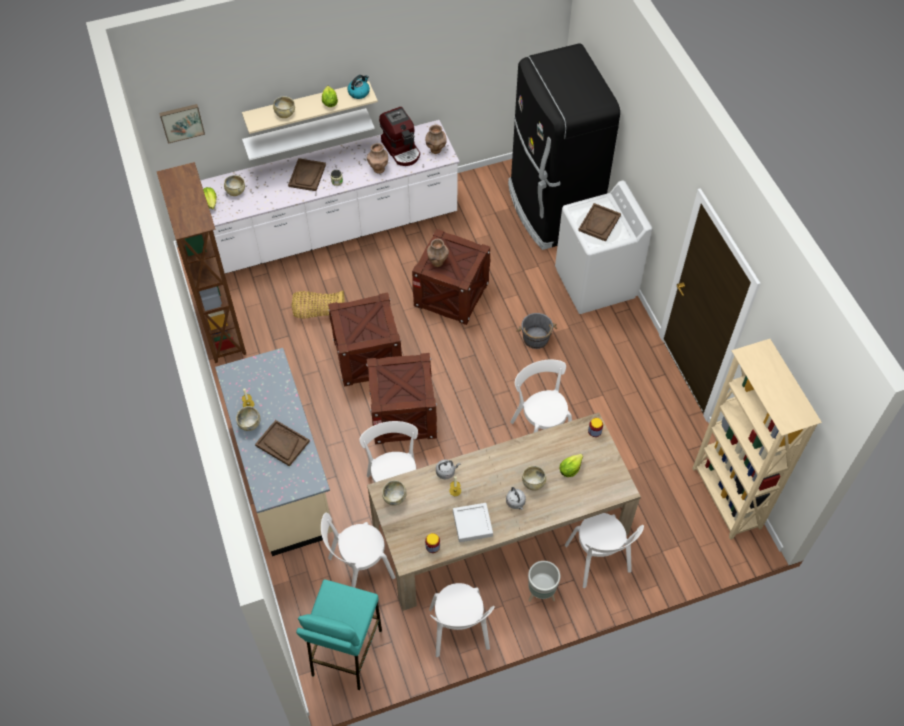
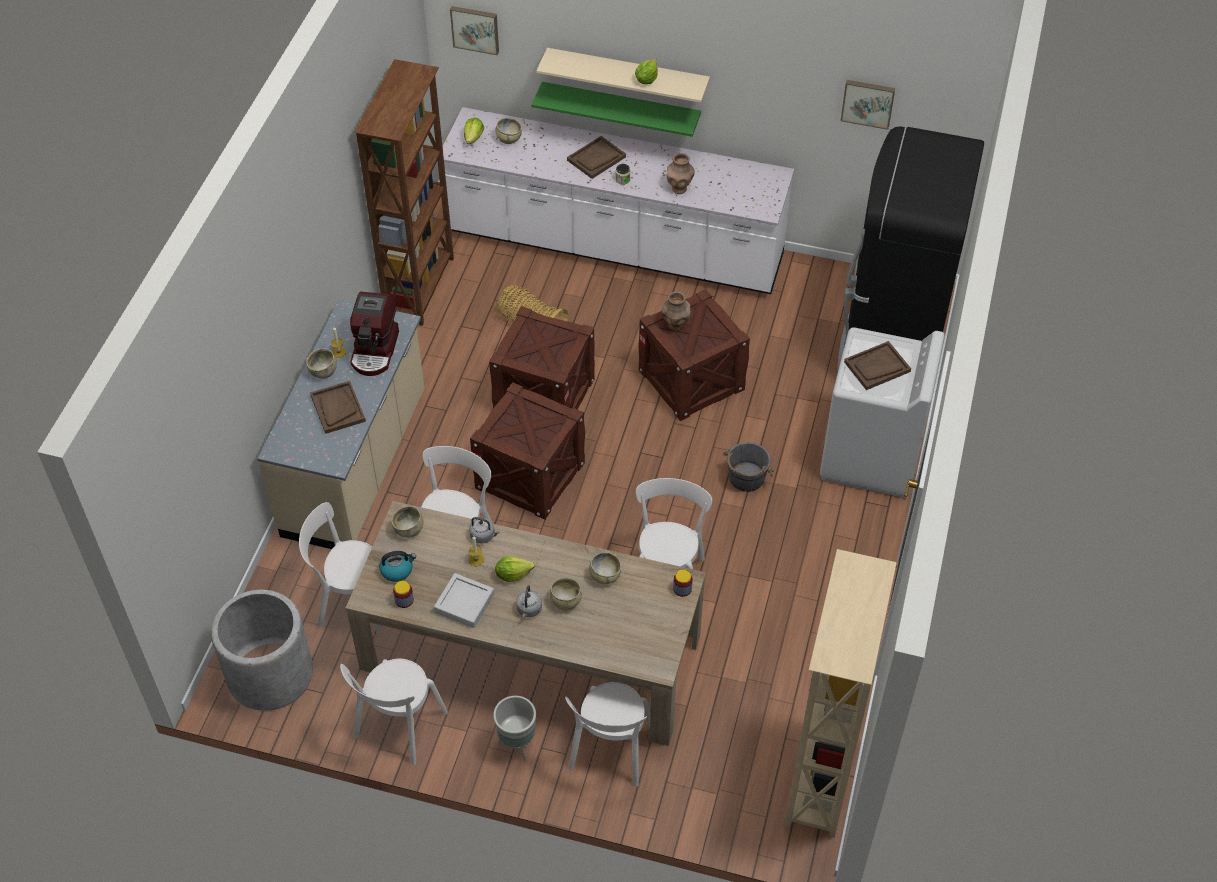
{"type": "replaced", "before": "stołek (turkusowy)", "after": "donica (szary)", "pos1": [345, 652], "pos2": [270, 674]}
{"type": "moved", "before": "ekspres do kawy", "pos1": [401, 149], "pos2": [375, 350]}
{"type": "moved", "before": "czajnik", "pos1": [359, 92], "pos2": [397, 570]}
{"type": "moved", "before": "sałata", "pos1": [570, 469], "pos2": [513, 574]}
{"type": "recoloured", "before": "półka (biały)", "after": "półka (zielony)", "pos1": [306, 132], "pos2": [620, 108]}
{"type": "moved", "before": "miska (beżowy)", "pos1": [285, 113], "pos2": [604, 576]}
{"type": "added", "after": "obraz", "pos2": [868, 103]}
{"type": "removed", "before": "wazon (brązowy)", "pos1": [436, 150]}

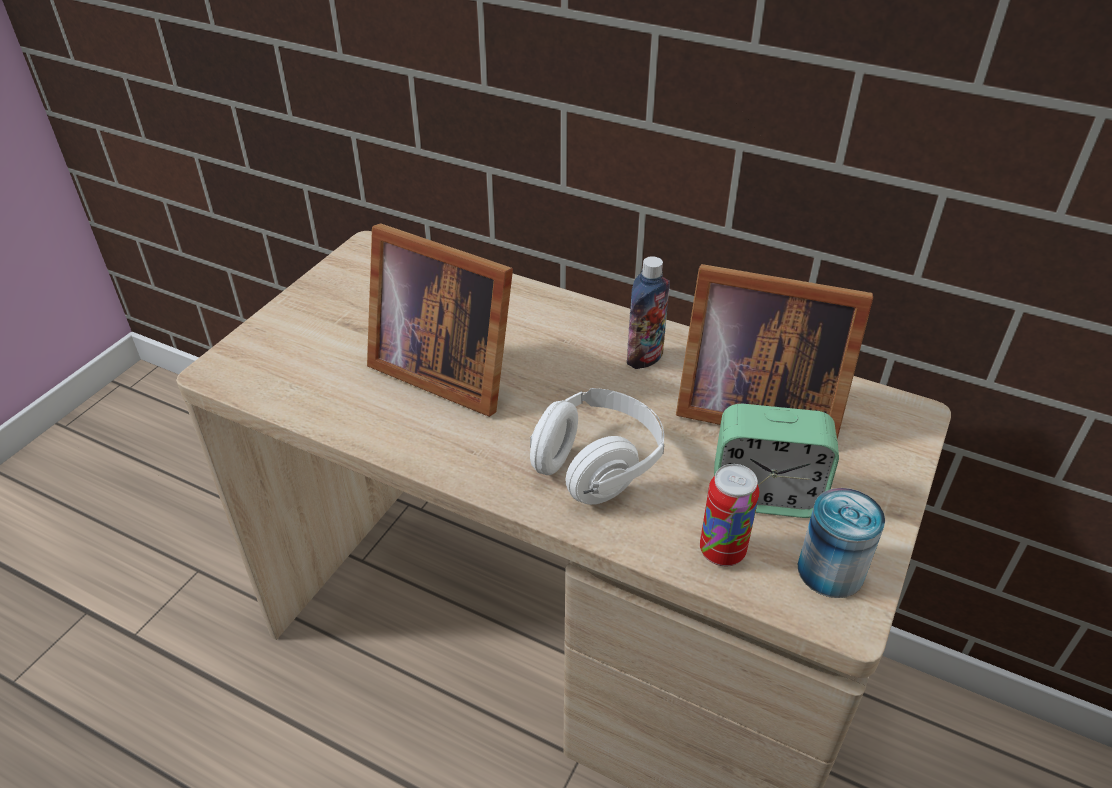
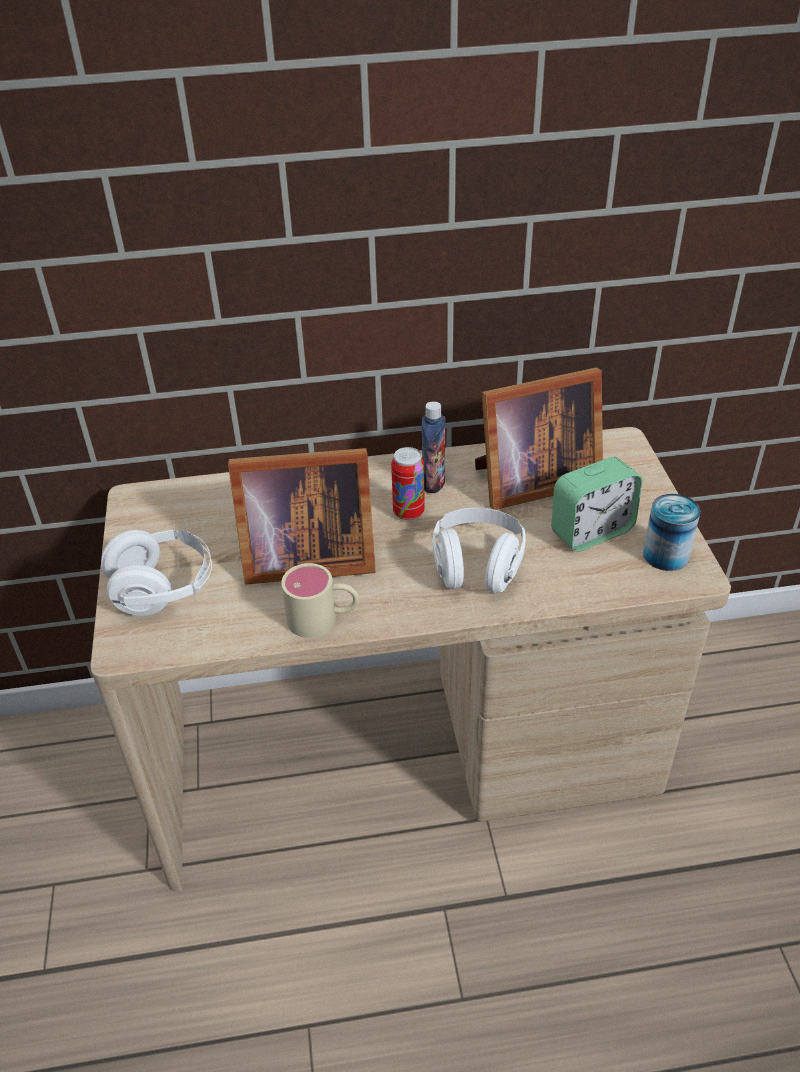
{"type": "added", "after": "słuchawki (biały)", "pos2": [163, 589]}
{"type": "added", "after": "kubek (beżowy)", "pos2": [323, 619]}
{"type": "moved", "before": "puszka", "pos1": [722, 551], "pos2": [408, 512]}

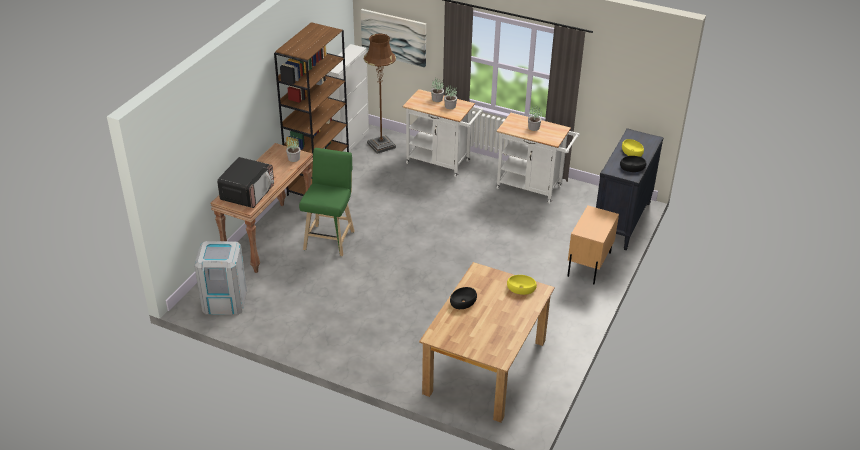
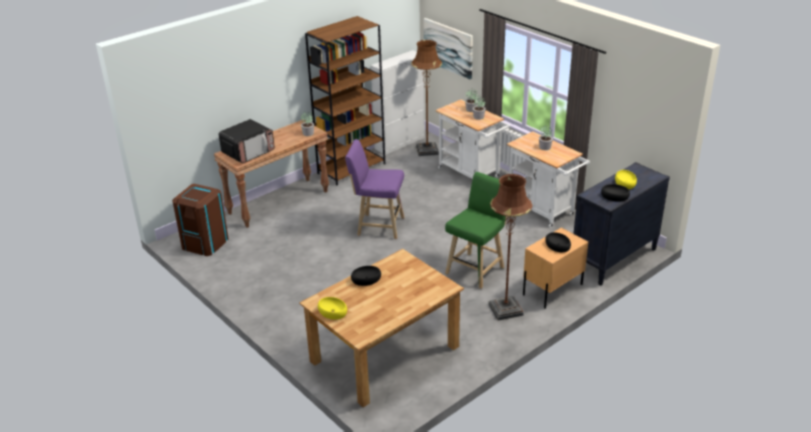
{"type": "recoloured", "before": "kosz na śmieci (szary)", "after": "kosz na śmieci (brązowy)", "pos1": [225, 301], "pos2": [205, 243]}
{"type": "moved", "before": "miska (żółty)", "pos1": [521, 288], "pos2": [332, 312]}
{"type": "added", "after": "stołek (fioletowy)", "pos2": [378, 226]}
{"type": "moved", "before": "stołek (zielony)", "pos1": [330, 238], "pos2": [476, 269]}
{"type": "added", "after": "lampa stojąca (brązowy)", "pos2": [505, 309]}
{"type": "added", "after": "miska (czarny)", "pos2": [558, 245]}

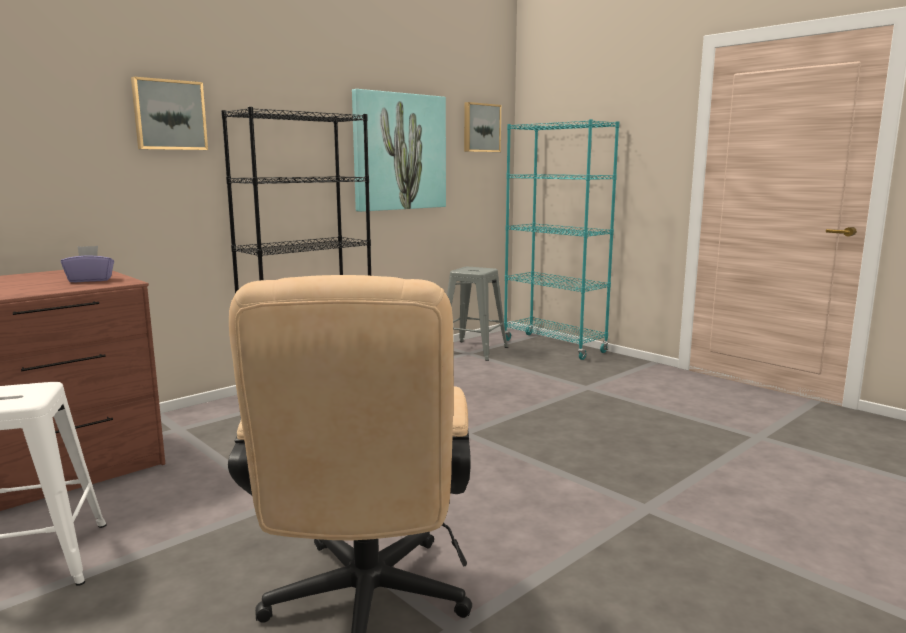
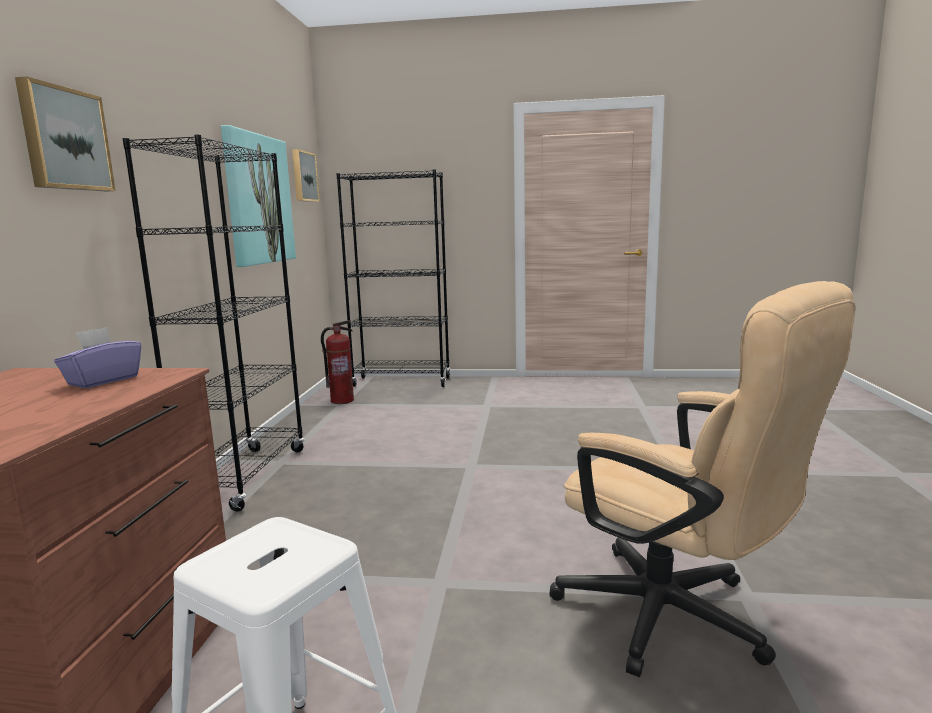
{"type": "replaced", "before": "stołek (szary)", "after": "gaśnica", "pos1": [474, 350], "pos2": [342, 401]}
{"type": "recoloured", "before": "regał (turkusowy)", "after": "regał (czarny)", "pos1": [554, 346], "pos2": [402, 382]}

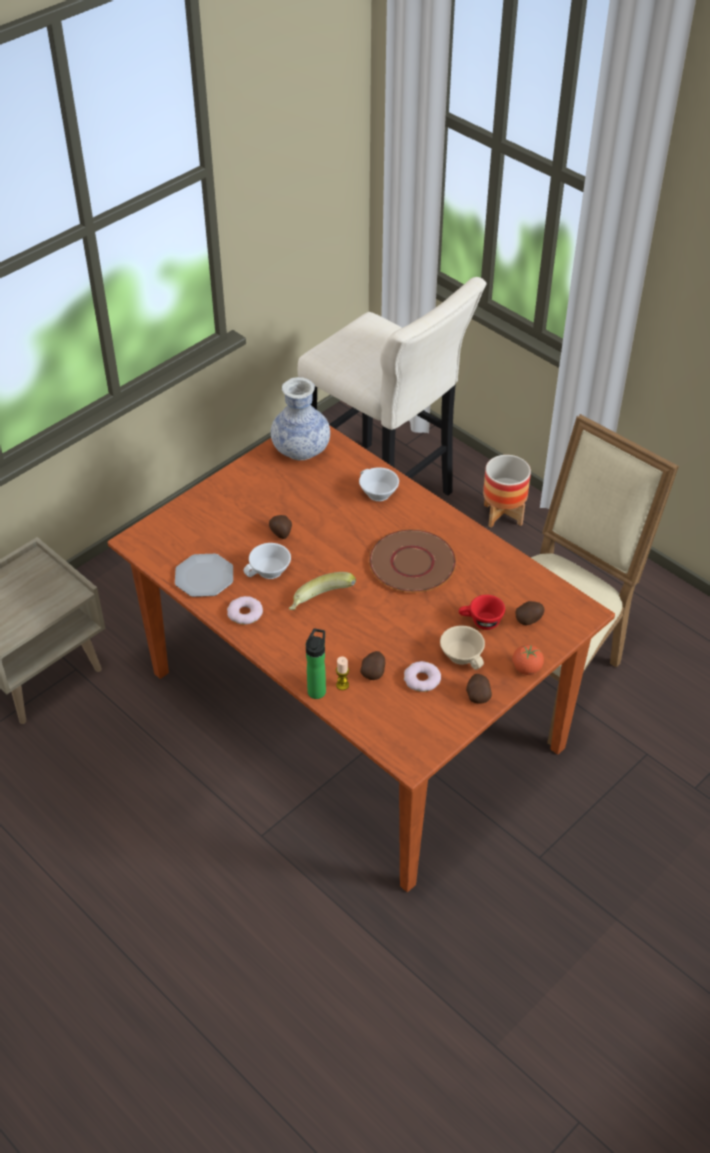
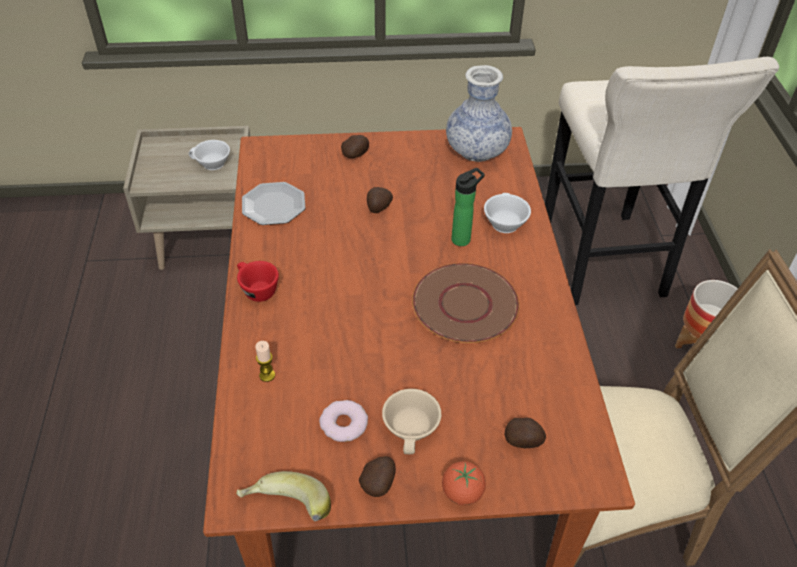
{"type": "moved", "before": "filiżanka (biały)", "pos1": [269, 571], "pos2": [211, 164]}
{"type": "moved", "before": "banan", "pos1": [321, 605], "pos2": [285, 512]}
{"type": "moved", "before": "filiżanka (czerwony)", "pos1": [480, 622], "pos2": [256, 290]}
{"type": "moved", "before": "ziemniak", "pos1": [374, 672], "pos2": [355, 155]}
{"type": "moved", "before": "butelka", "pos1": [317, 689], "pos2": [463, 238]}
{"type": "removed", "before": "donut", "pos1": [245, 613]}

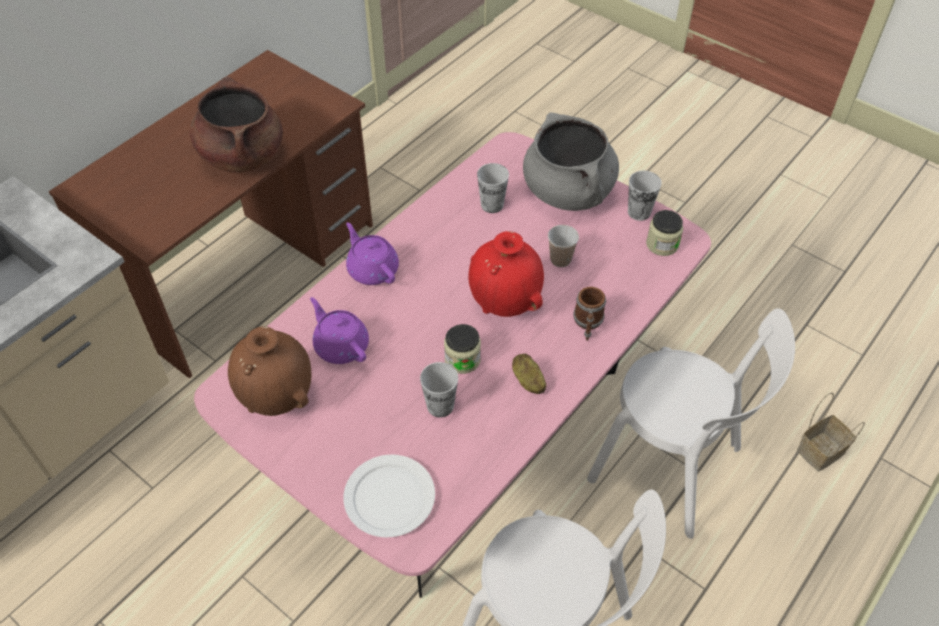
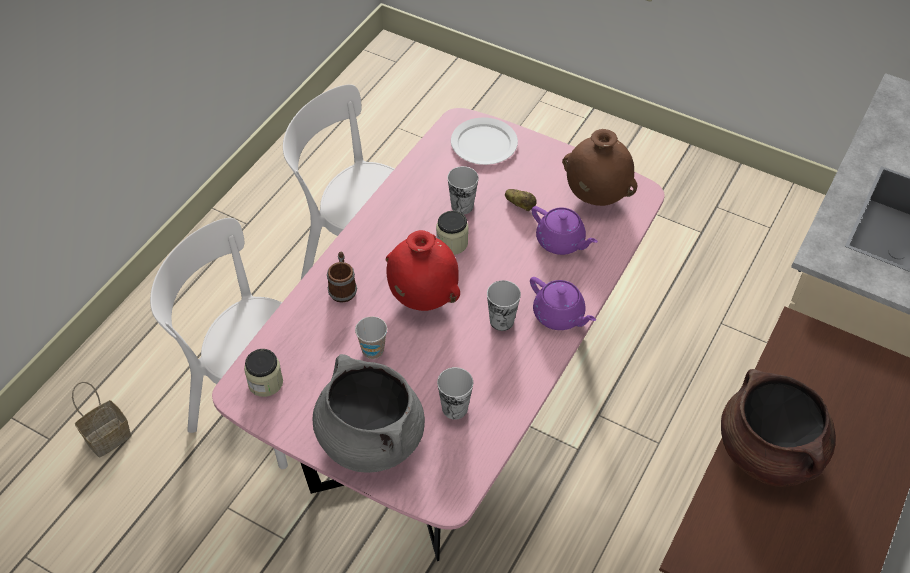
{"type": "moved", "before": "filiżanka", "pos1": [639, 212], "pos2": [501, 321]}
{"type": "moved", "before": "ziemniak", "pos1": [528, 381], "pos2": [520, 205]}

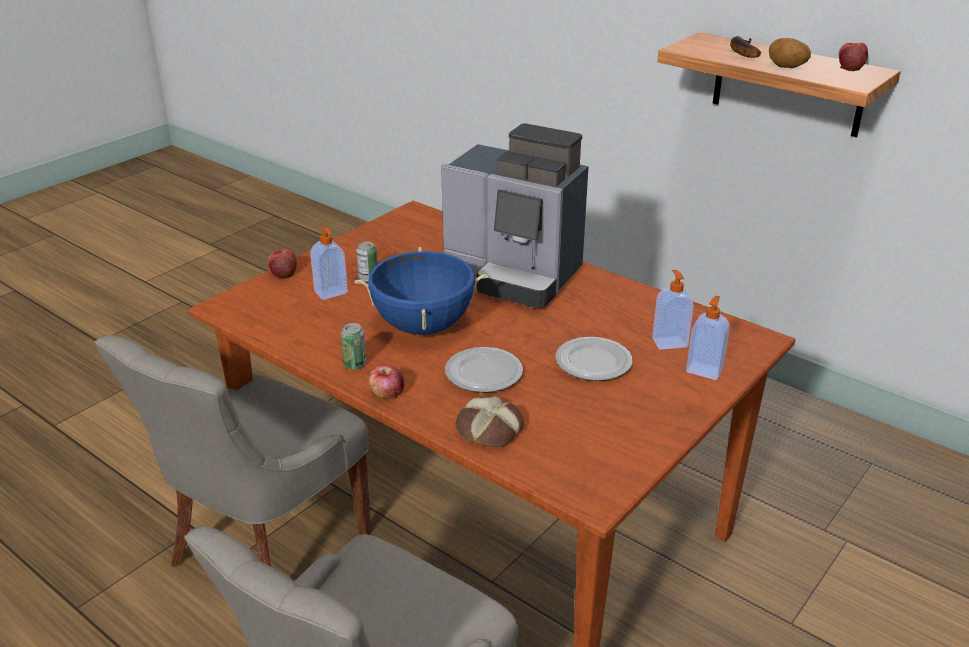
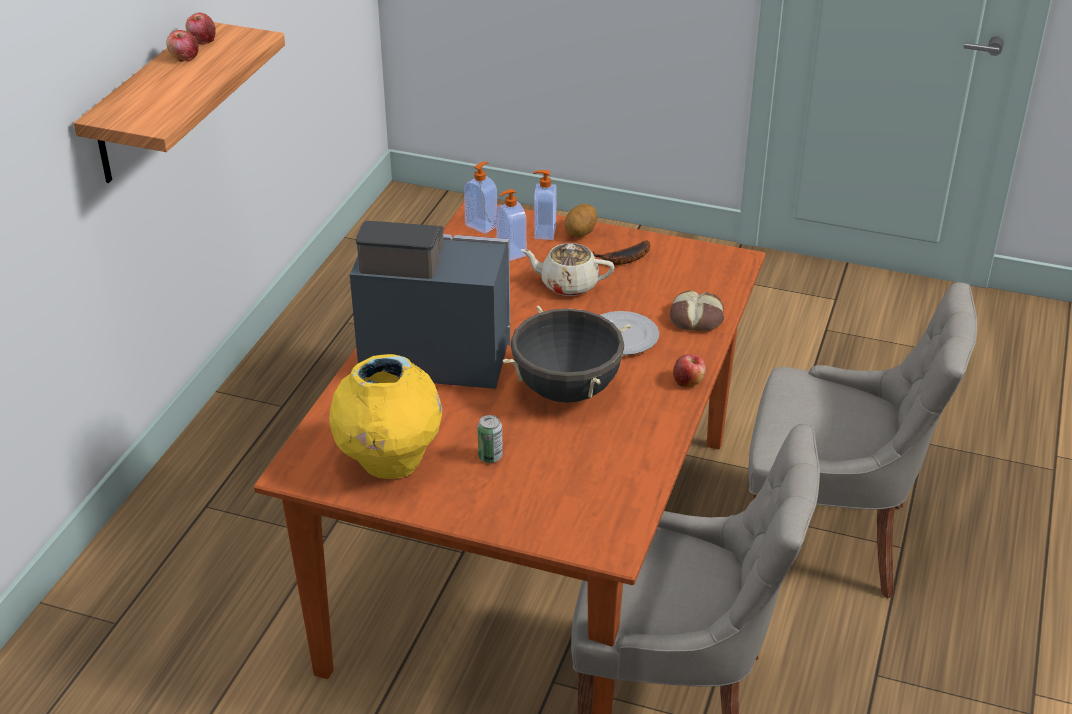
{"type": "moved", "before": "jabłko", "pos1": [283, 273], "pos2": [184, 57]}
{"type": "added", "after": "wazon (żółty)", "pos2": [389, 464]}
{"type": "turned", "before": "ekspres do kawy", "pos1": [515, 275], "pos2": [430, 356], "turn": -90}
{"type": "moved", "before": "dozownik mydła", "pos1": [331, 293], "pos2": [482, 225]}
{"type": "recoloured", "before": "garnek (niebieski)", "after": "garnek (czarny)", "pos1": [423, 326], "pos2": [566, 390]}
{"type": "replaced", "before": "talerz", "after": "imbryk (beżowy)", "pos1": [593, 363], "pos2": [568, 284]}
{"type": "moved", "before": "ziemniak", "pos1": [786, 67], "pos2": [581, 233]}
{"type": "moved", "before": "banan", "pos1": [741, 51], "pos2": [623, 259]}
{"type": "removed", "before": "puszka", "pos1": [355, 364]}

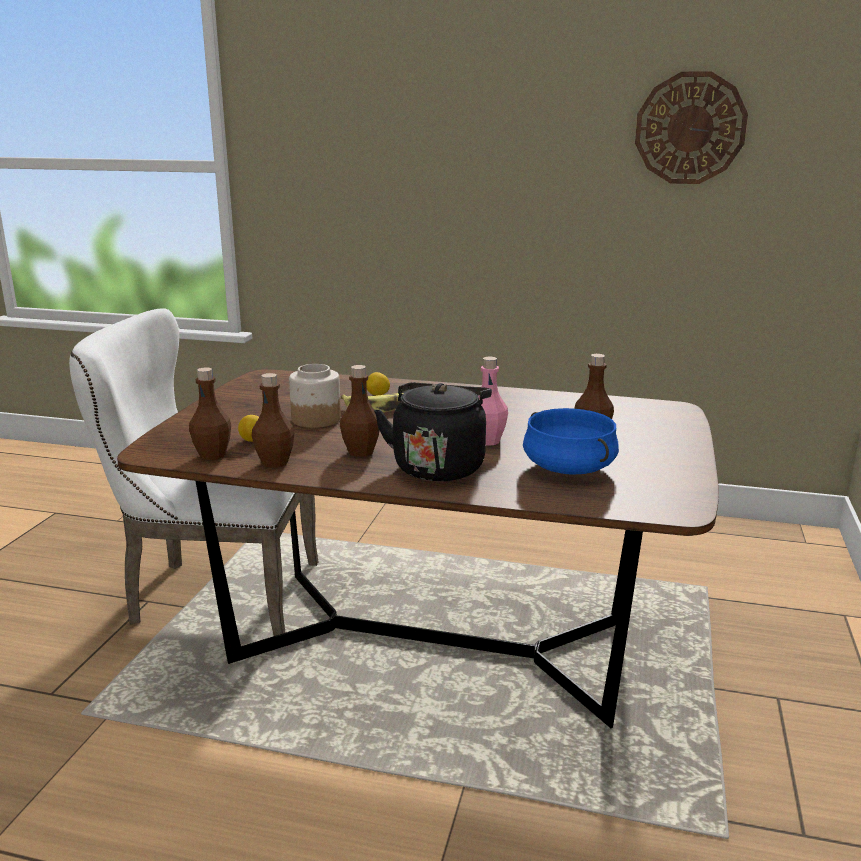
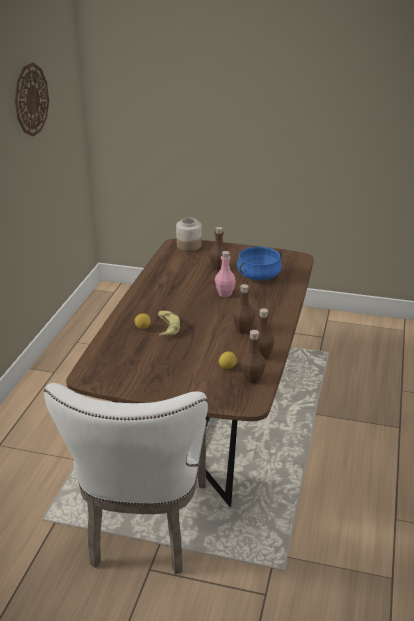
{"type": "moved", "before": "słoik", "pos1": [315, 419], "pos2": [189, 246]}
{"type": "removed", "before": "czajnik (czarny)", "pos1": [439, 466]}

